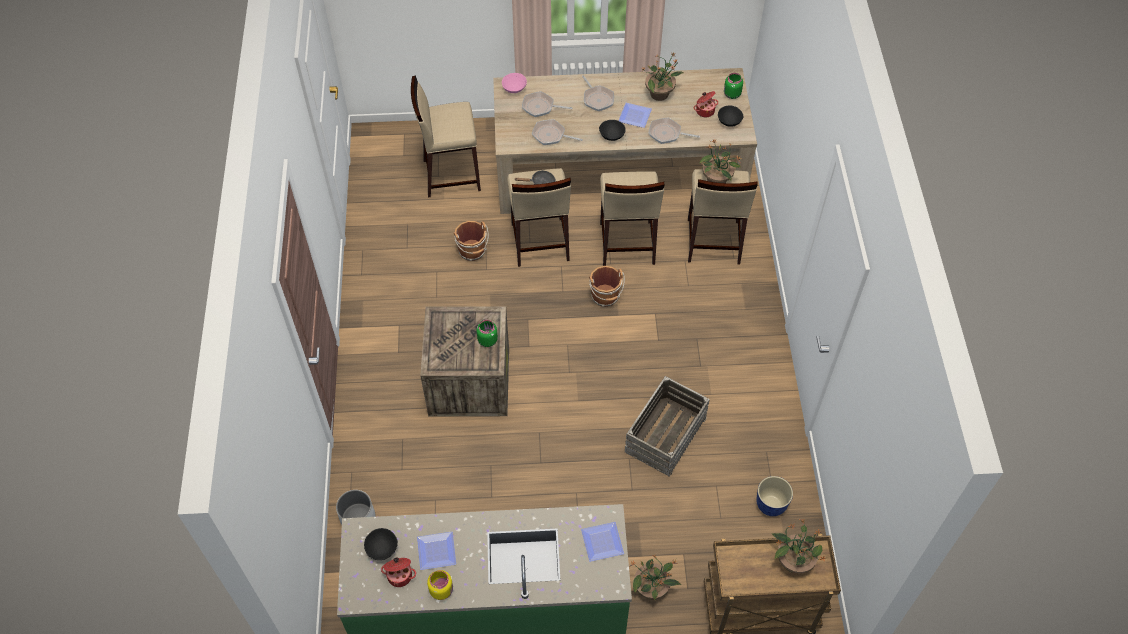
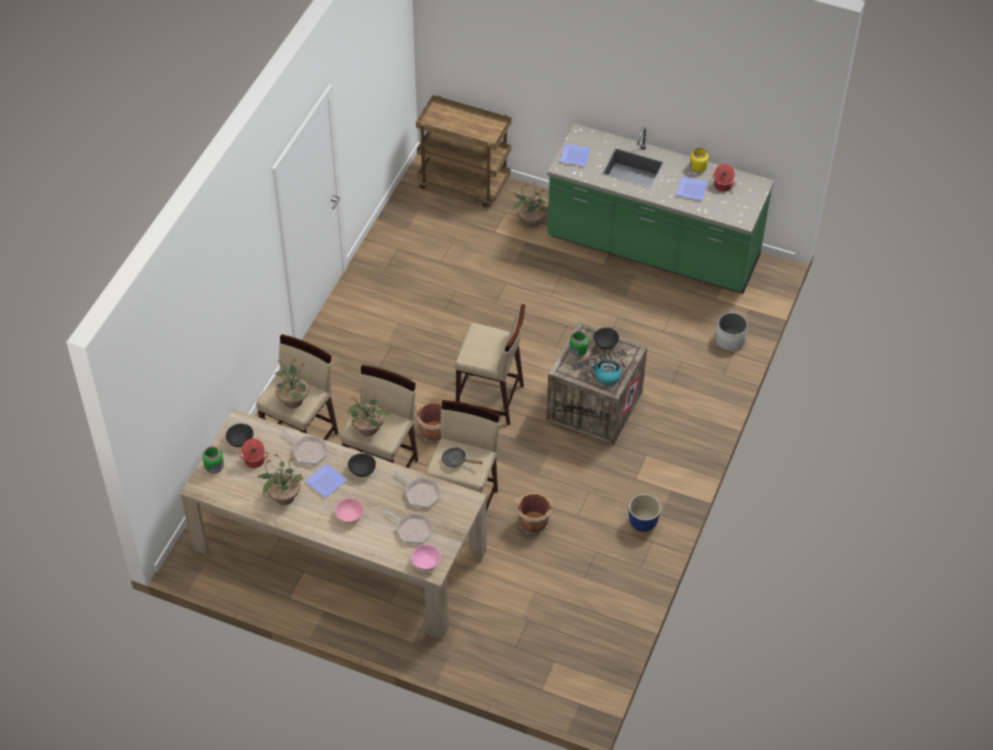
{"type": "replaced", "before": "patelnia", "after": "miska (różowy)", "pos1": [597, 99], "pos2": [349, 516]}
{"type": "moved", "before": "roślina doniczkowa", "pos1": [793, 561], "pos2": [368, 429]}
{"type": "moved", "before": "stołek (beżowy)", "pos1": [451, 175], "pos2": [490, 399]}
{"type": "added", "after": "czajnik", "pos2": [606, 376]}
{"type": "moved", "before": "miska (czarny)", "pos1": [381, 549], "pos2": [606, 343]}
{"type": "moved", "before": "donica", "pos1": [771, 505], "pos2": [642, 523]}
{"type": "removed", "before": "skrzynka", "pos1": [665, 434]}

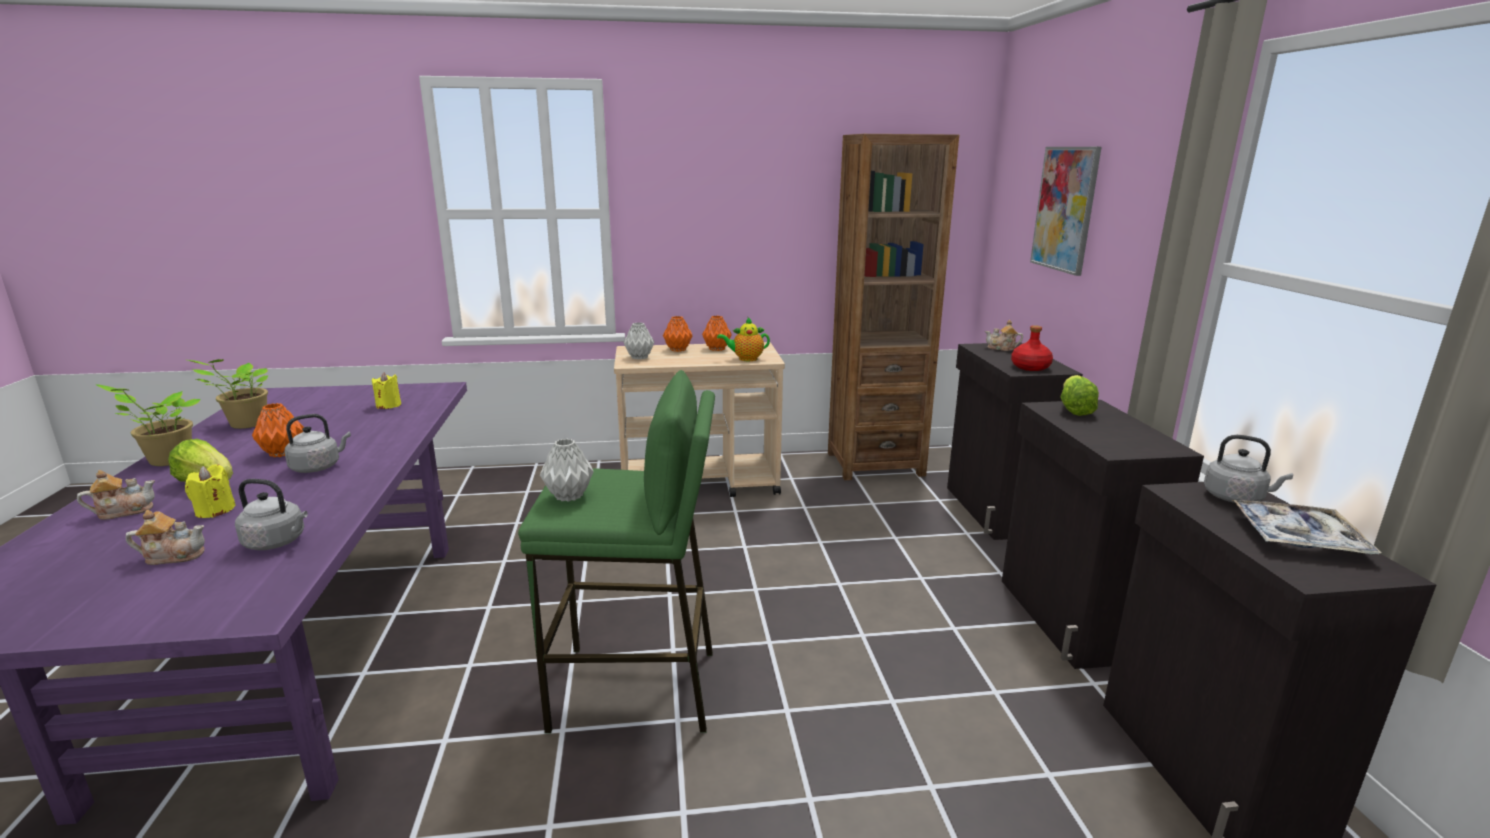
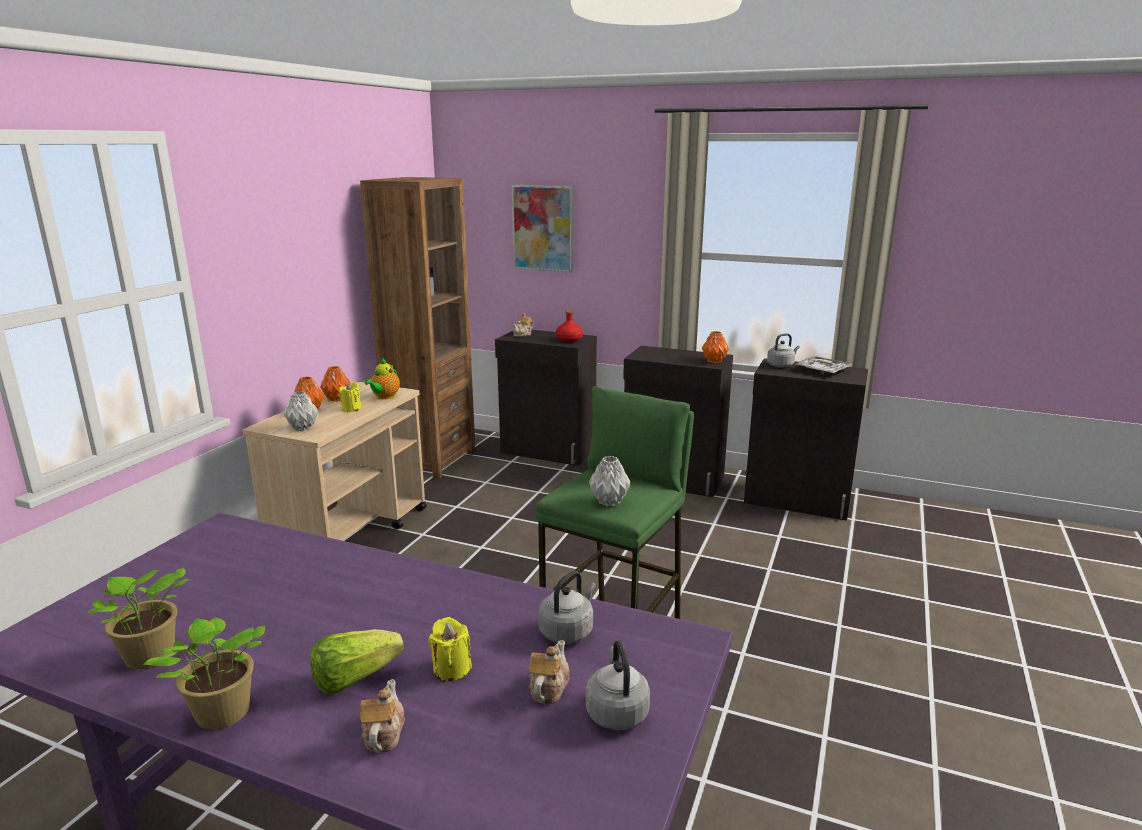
{"type": "moved", "before": "świeca (żółty)", "pos1": [388, 405], "pos2": [351, 409]}
{"type": "moved", "before": "czajnik (szary)", "pos1": [318, 467], "pos2": [616, 711]}
{"type": "moved", "before": "wazon (pomarańczowy)", "pos1": [283, 453], "pos2": [713, 361]}
{"type": "removed", "before": "sałata", "pos1": [1074, 409]}

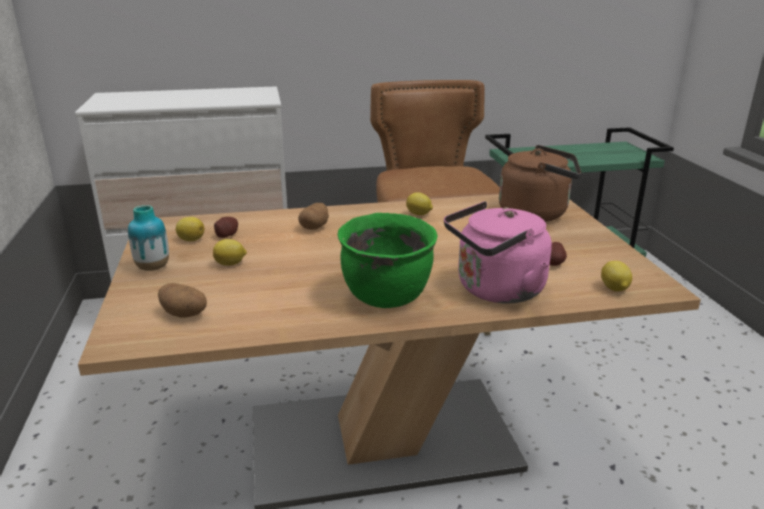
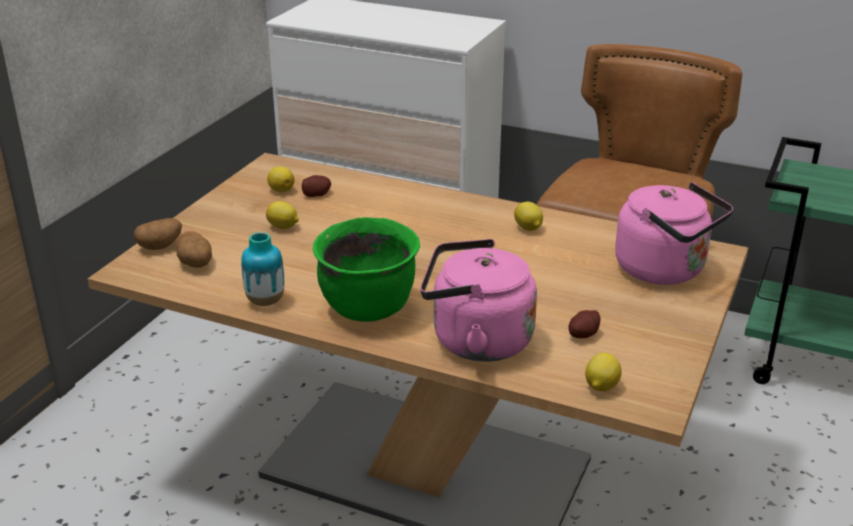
{"type": "moved", "before": "ziemniak", "pos1": [314, 227], "pos2": [160, 246]}
{"type": "moved", "before": "wazon", "pos1": [153, 268], "pos2": [265, 301]}
{"type": "recoloured", "before": "czajnik (brązowy)", "after": "czajnik (różowy)", "pos1": [537, 213], "pos2": [665, 270]}

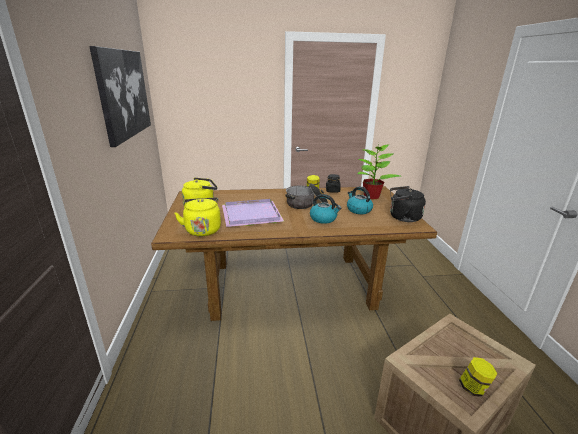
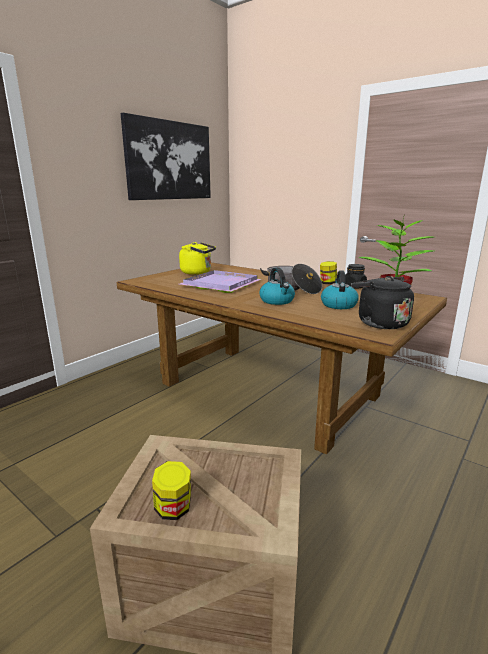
{"type": "removed", "before": "czajnik (żółty)", "pos1": [202, 229]}

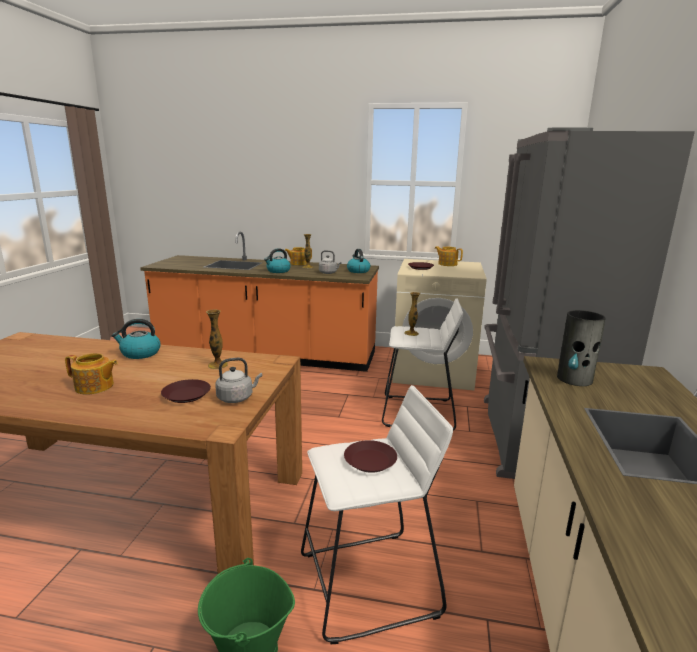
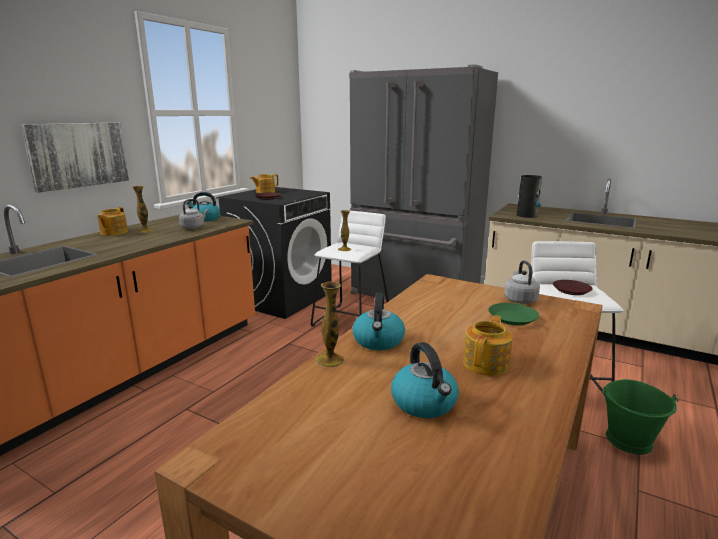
{"type": "added", "after": "obraz", "pos2": [78, 155]}
{"type": "recoloured", "before": "pralka (beżowy)", "after": "pralka (czarny)", "pos1": [434, 371], "pos2": [281, 298]}
{"type": "moved", "before": "wazon", "pos1": [218, 365], "pos2": [330, 360]}
{"type": "moved", "before": "czajnik", "pos1": [278, 271], "pos2": [425, 403]}
{"type": "recoloured", "before": "talerz (brązowy)", "after": "talerz (zielony)", "pos1": [187, 395], "pos2": [512, 318]}

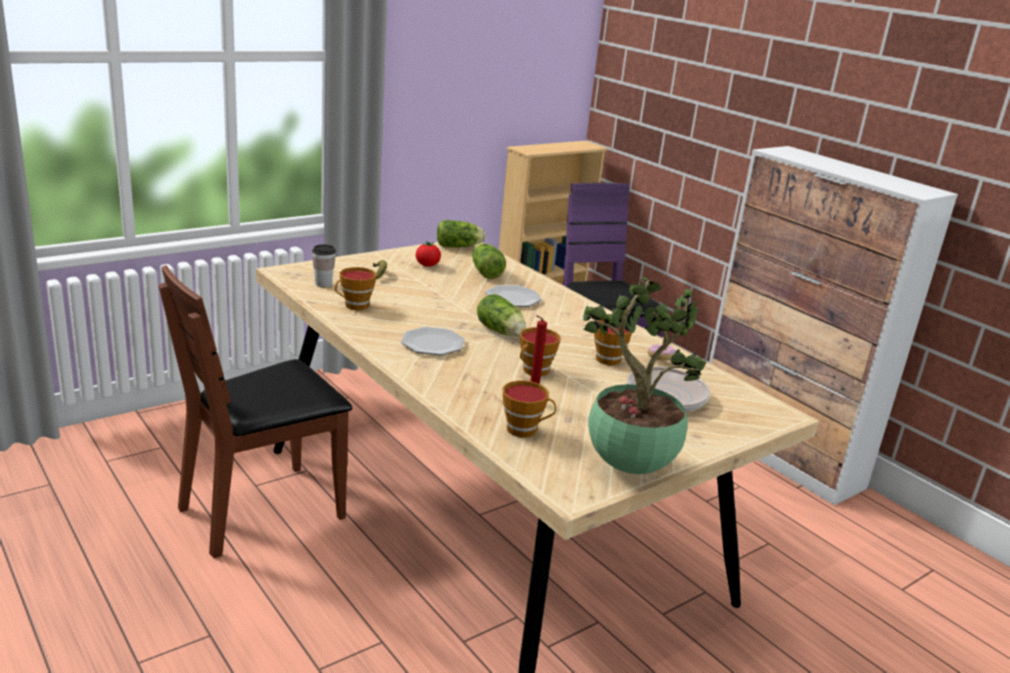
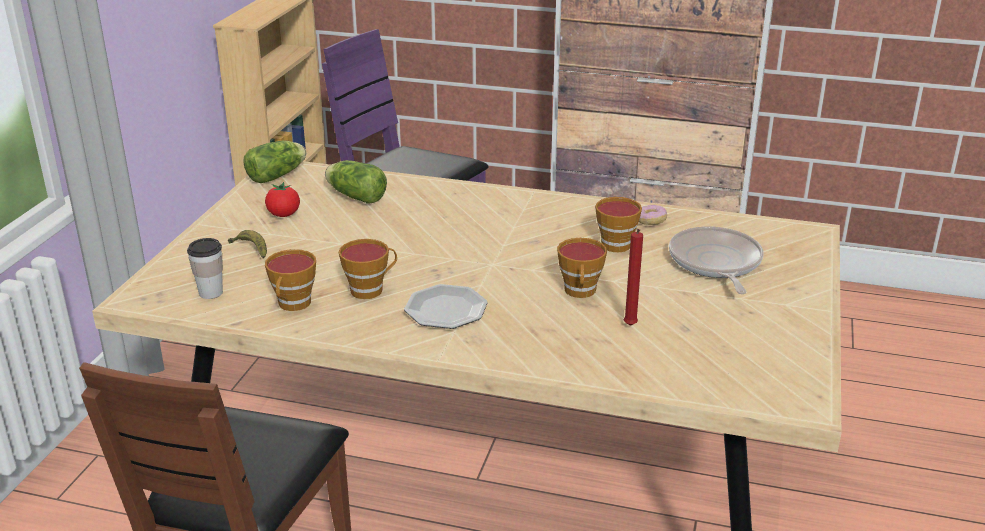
{"type": "moved", "before": "filiżanka", "pos1": [525, 430], "pos2": [370, 289]}
{"type": "removed", "before": "sałata", "pos1": [501, 332]}
{"type": "removed", "before": "talerz", "pos1": [512, 298]}
{"type": "removed", "before": "roślina doniczkowa", "pos1": [627, 465]}

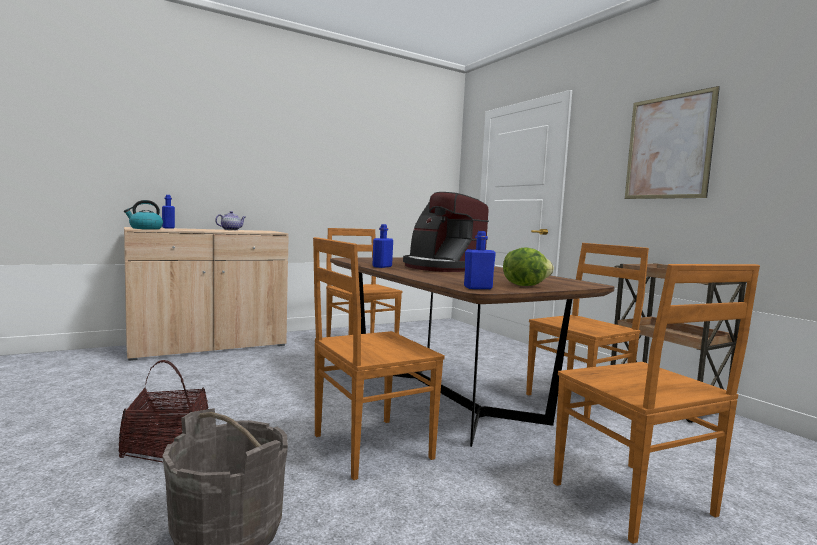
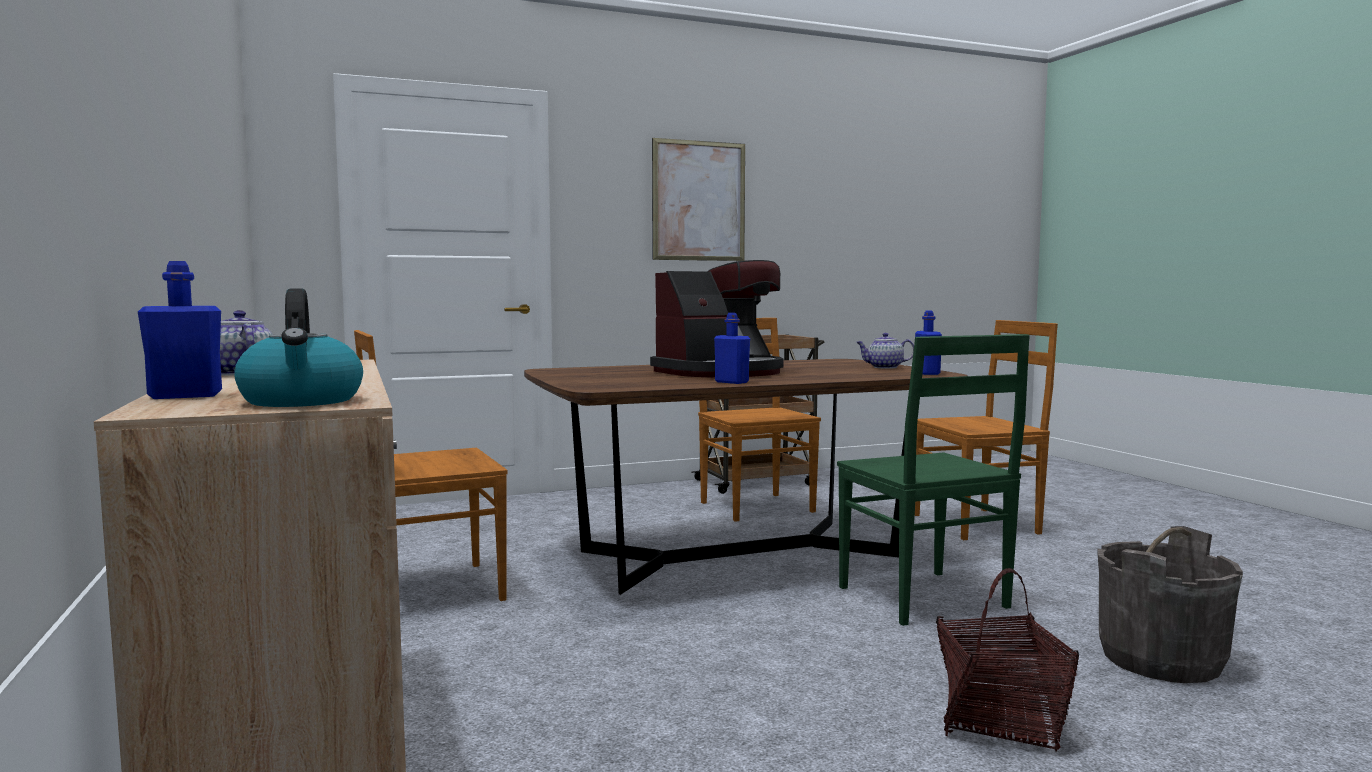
{"type": "recoloured", "before": "krzesło (brązowy)", "after": "krzesło (zielony)", "pos1": [368, 447], "pos2": [925, 599]}
{"type": "replaced", "before": "sałata", "after": "imbryk", "pos1": [524, 285], "pos2": [884, 367]}

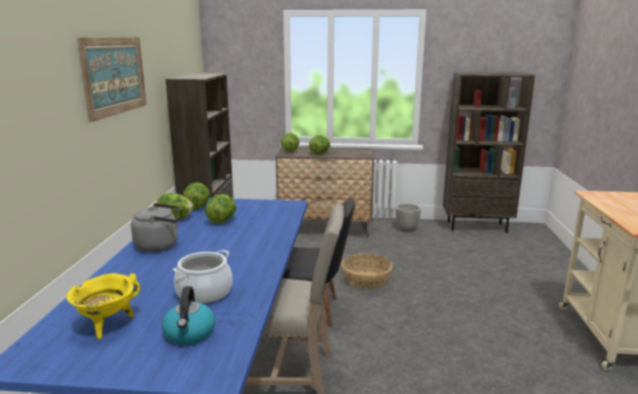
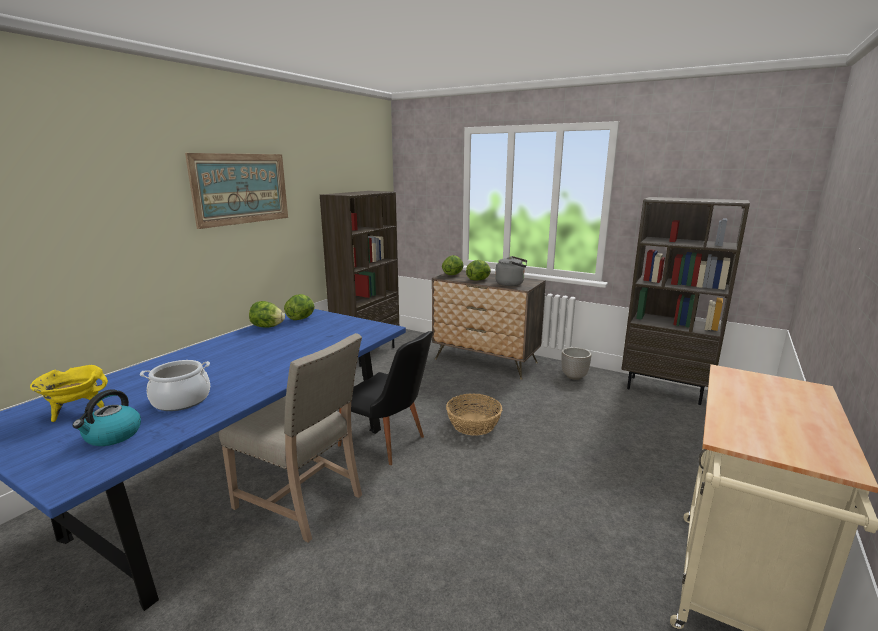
{"type": "moved", "before": "czajnik (szary)", "pos1": [159, 245], "pos2": [511, 284]}
{"type": "removed", "before": "sałata", "pos1": [222, 221]}

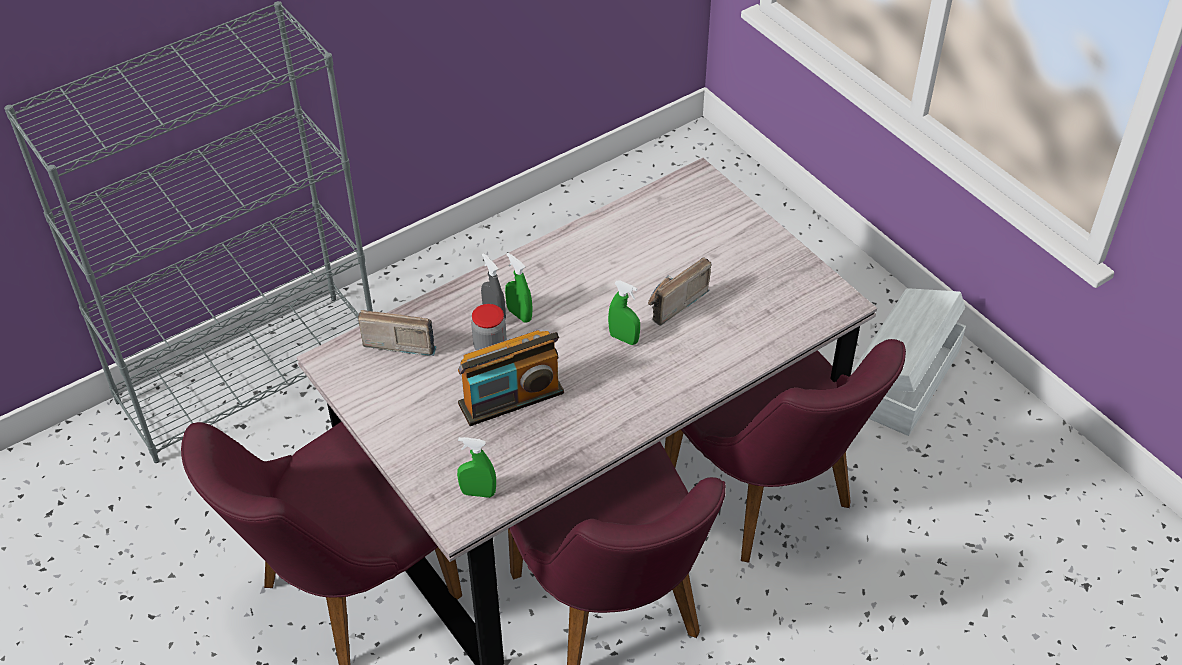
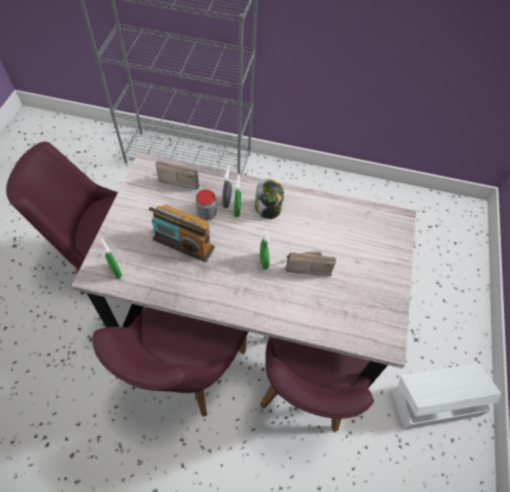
{"type": "turned", "before": "radio", "pos1": [399, 340], "pos2": [179, 179], "turn": -45}
{"type": "added", "after": "słoik", "pos2": [268, 208]}

